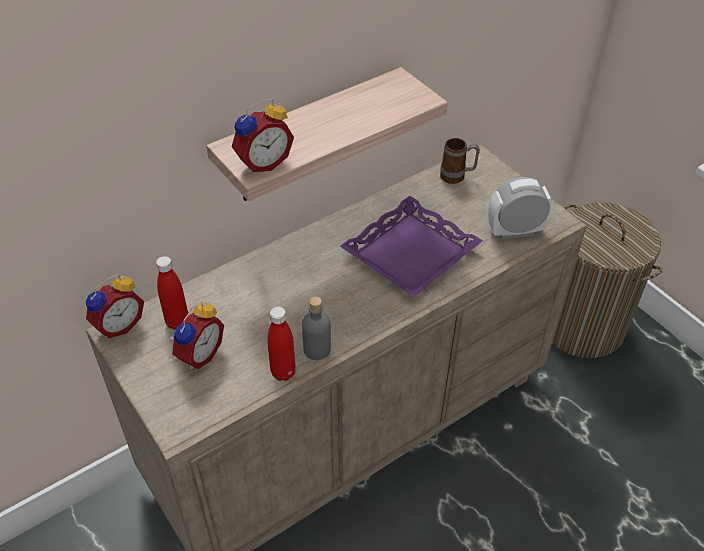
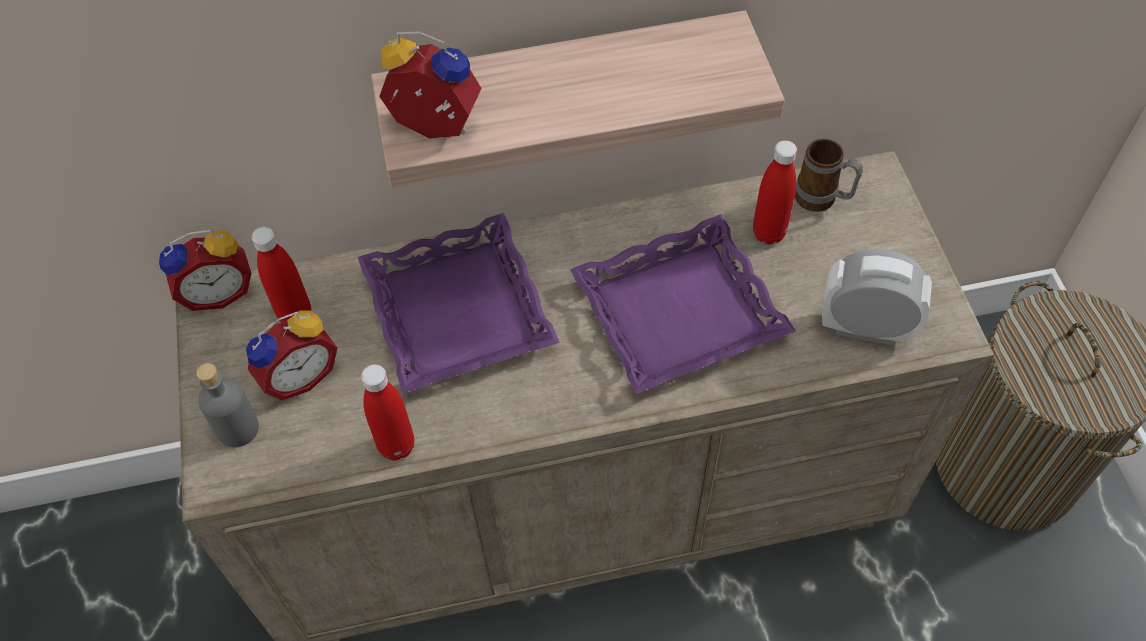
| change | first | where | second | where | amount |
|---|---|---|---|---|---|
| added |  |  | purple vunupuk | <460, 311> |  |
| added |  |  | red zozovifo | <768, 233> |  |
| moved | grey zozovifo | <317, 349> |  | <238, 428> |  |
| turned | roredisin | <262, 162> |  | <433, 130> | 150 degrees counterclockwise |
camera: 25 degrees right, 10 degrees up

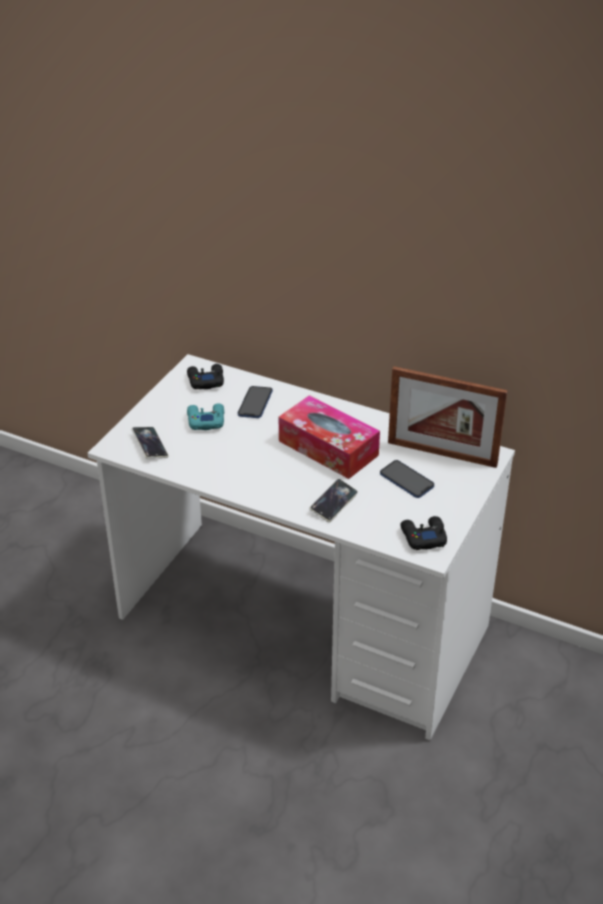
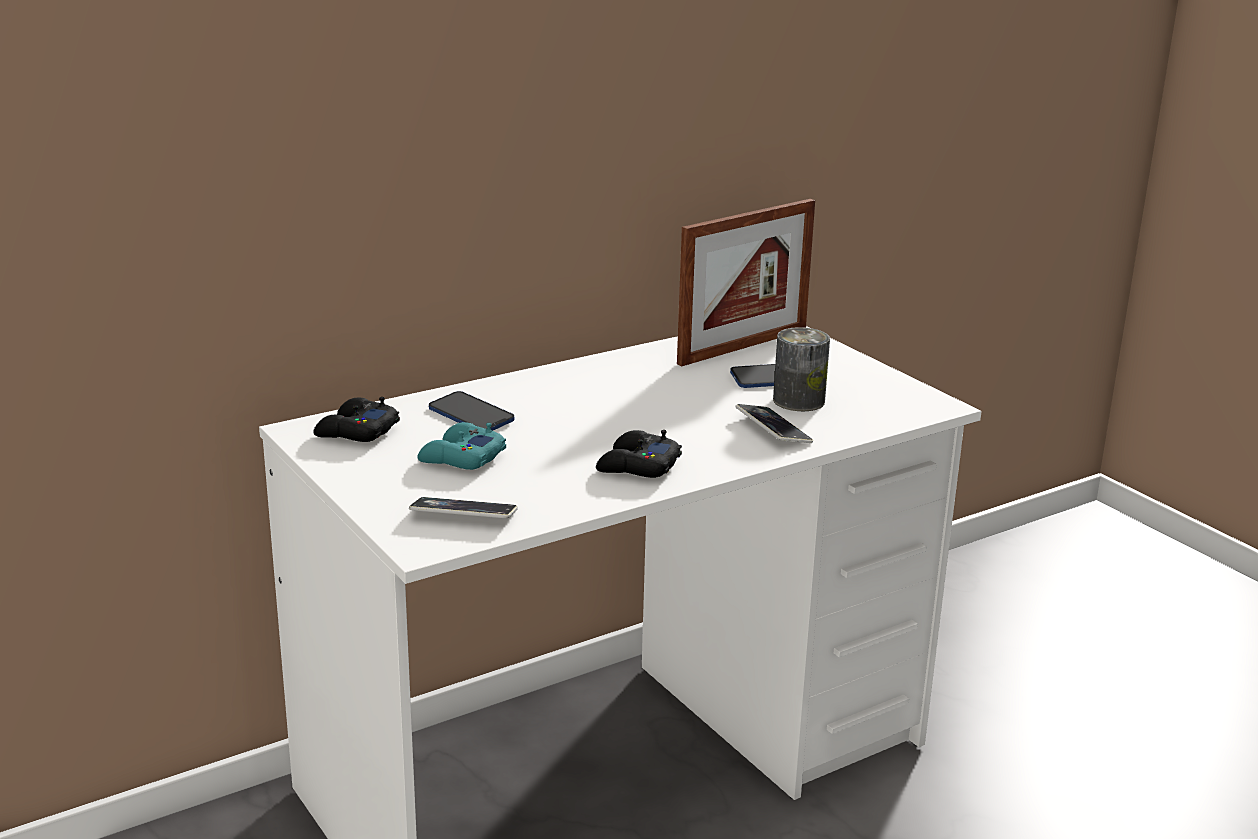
| change | first | where | second | where | amount |
|---|---|---|---|---|---|
| removed | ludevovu | <328, 448> |  |  |  |
| added |  |  | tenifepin | <798, 401> |  |
| moved | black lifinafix | <423, 537> |  | <637, 466> |  |
camera: 60 degrees left, 15 degrees down

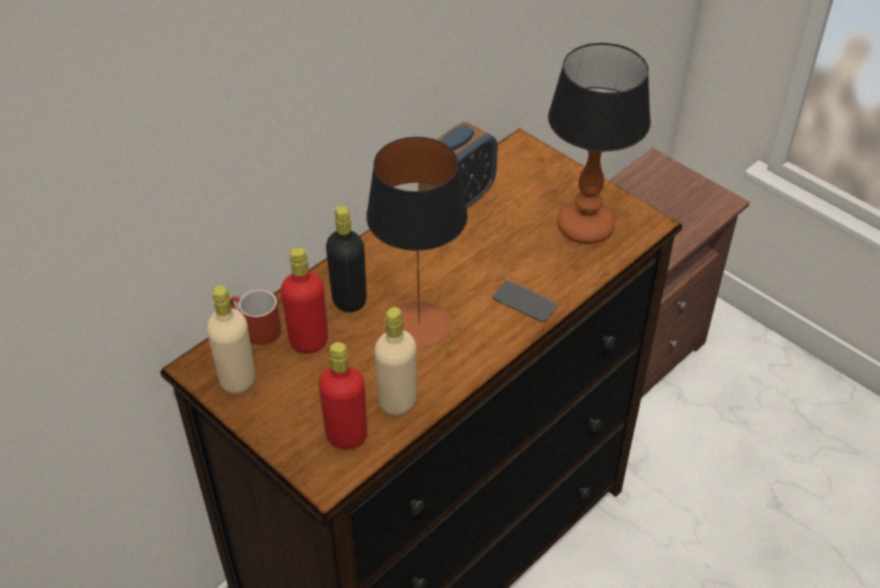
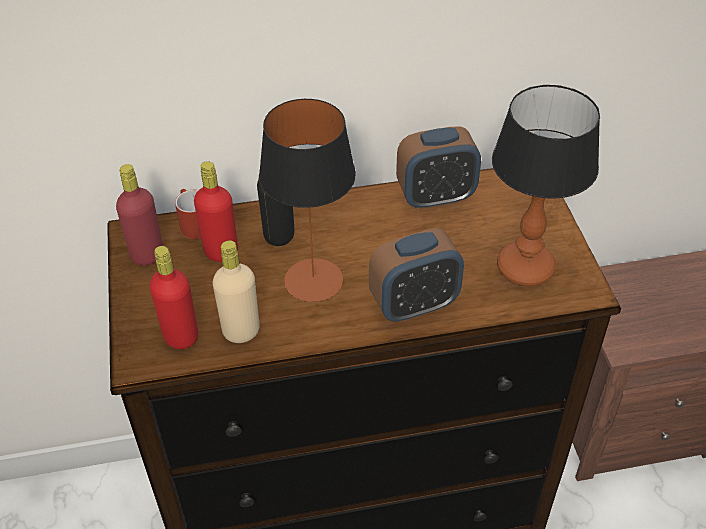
| change | first | where | second | where | amount |
|---|---|---|---|---|---|
| replaced | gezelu | <524, 302> | roredisin | <414, 305> |  |
| recoloured | beige zozovifo | <237, 380> | red zozovifo | <147, 255> |  |
camera: 35 degrees right, 0 degrees up

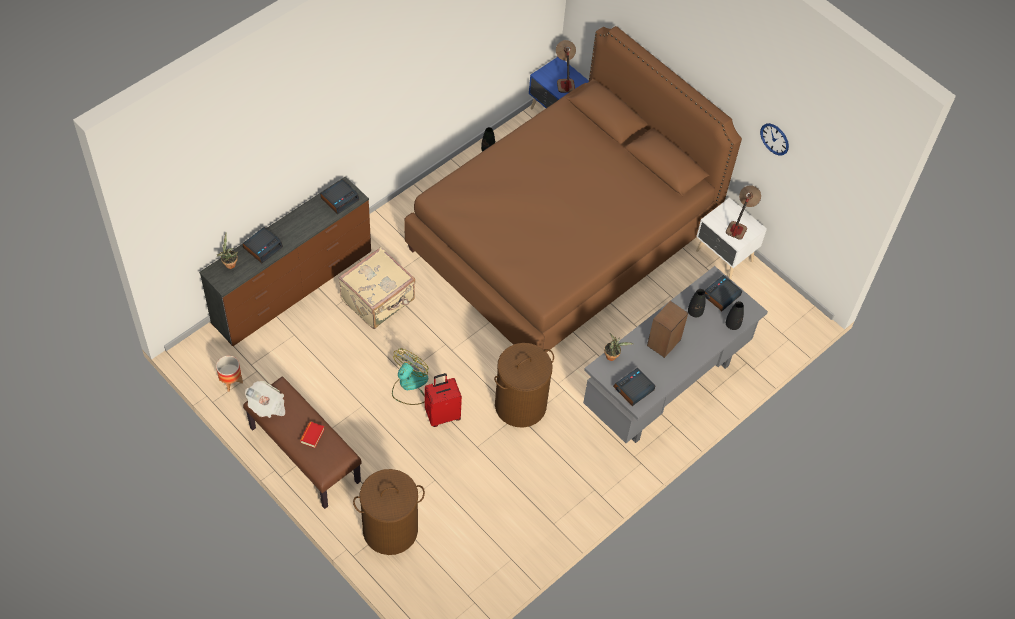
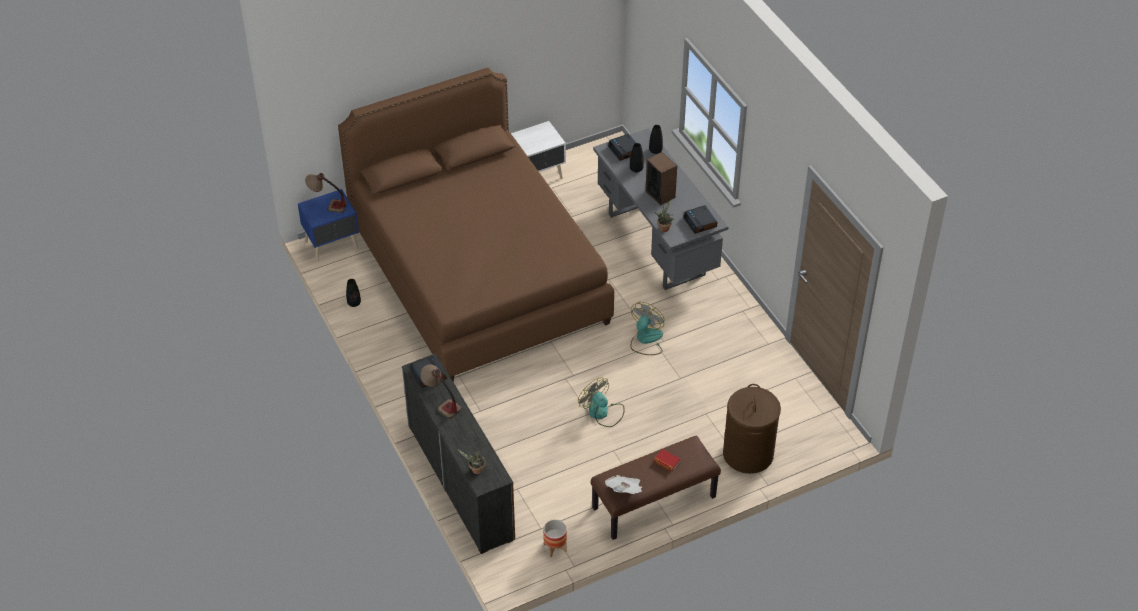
| change | first | where | second | where | amount |
|---|---|---|---|---|---|
| removed | roredisin | <263, 247> |  |  |  |
| removed | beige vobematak | <379, 300> |  |  |  |
| removed | red vobematak | <442, 415> |  |  |  |
| removed | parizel | <774, 139> |  |  |  |
| moved | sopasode | <740, 223> |  | <441, 403> |  |
| replaced | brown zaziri | <520, 405> | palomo | <646, 340> |  |
camera: 70 degrees left, 10 degrees down

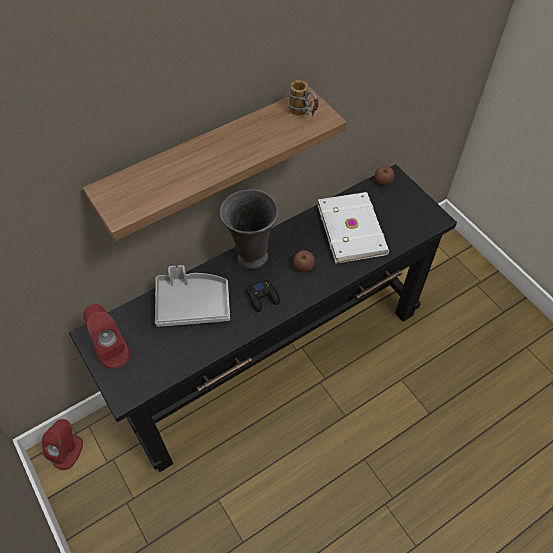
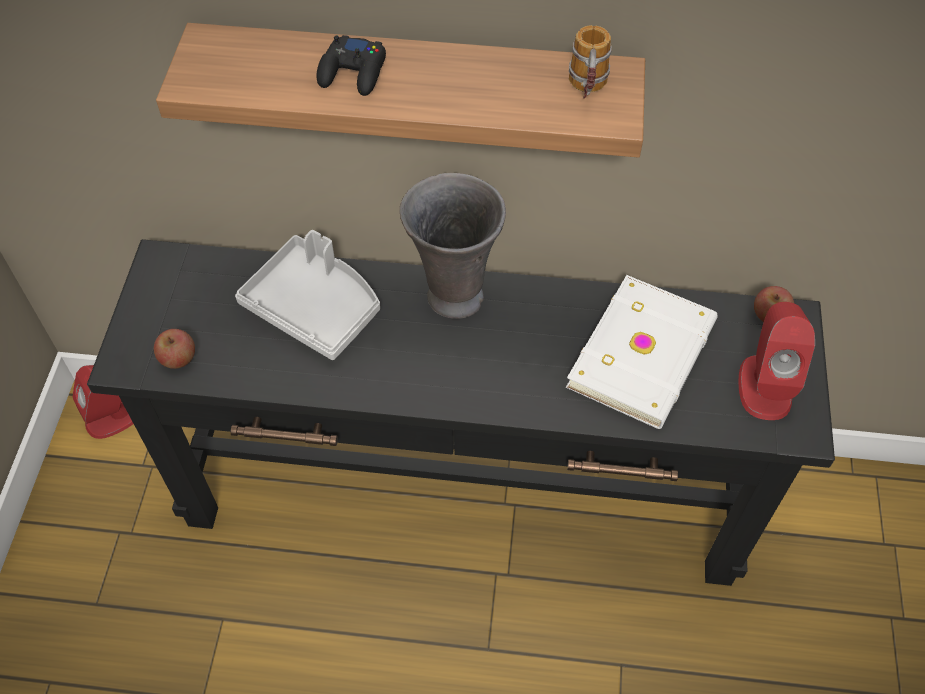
| change | first | where | second | where | amount |
|---|---|---|---|---|---|
| moved | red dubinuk | <111, 348> |  | <765, 385> |  |
| moved | black lifinafix | <263, 297> |  | <353, 73> |  |
| moved | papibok | <303, 266> |  | <178, 358> |  |
camera: 40 degrees right, 0 degrees up

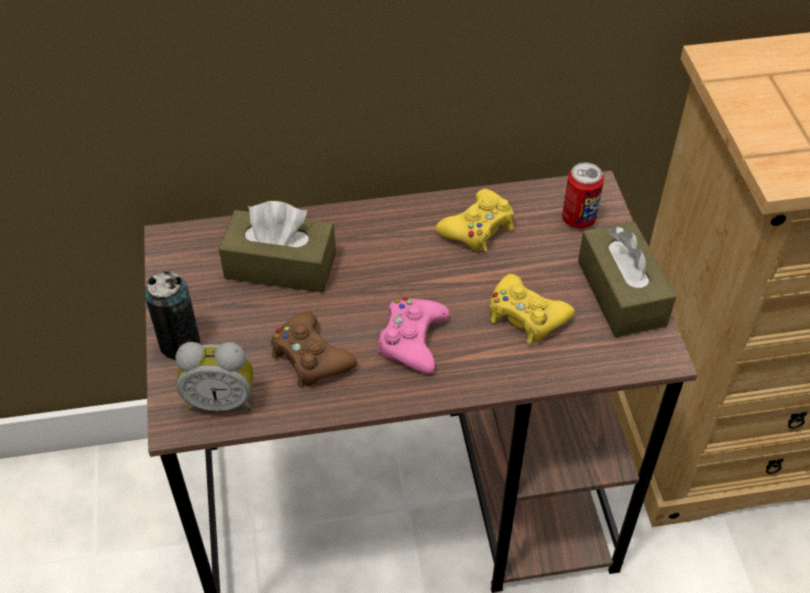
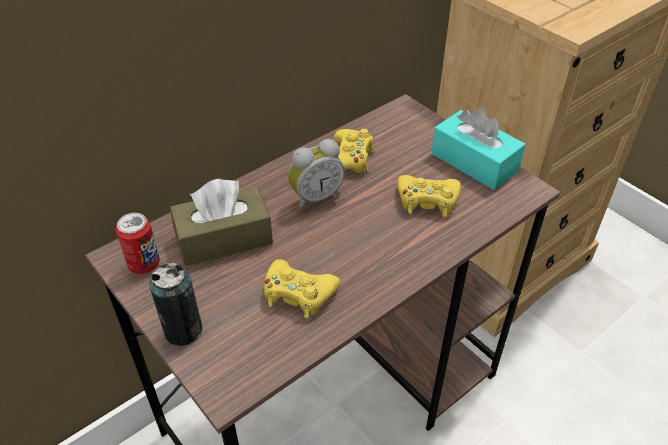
| change | first | where | second | where | amount |
|---|---|---|---|---|---|
| removed | pink lifinafix | <412, 341> |  |  |  |
| moved | roredisin | <221, 400> |  | <315, 197> |  |
| moved | tenifepin | <578, 219> |  | <144, 264> |  |
| recoloured | brown lifinafix | <310, 358> | yellow lifinafix | <298, 294> |  |
| recoloured | brown ludevovu | <621, 293> | turquoise ludevovu | <474, 162> |  |
camera: 30 degrees left, 5 degrees down

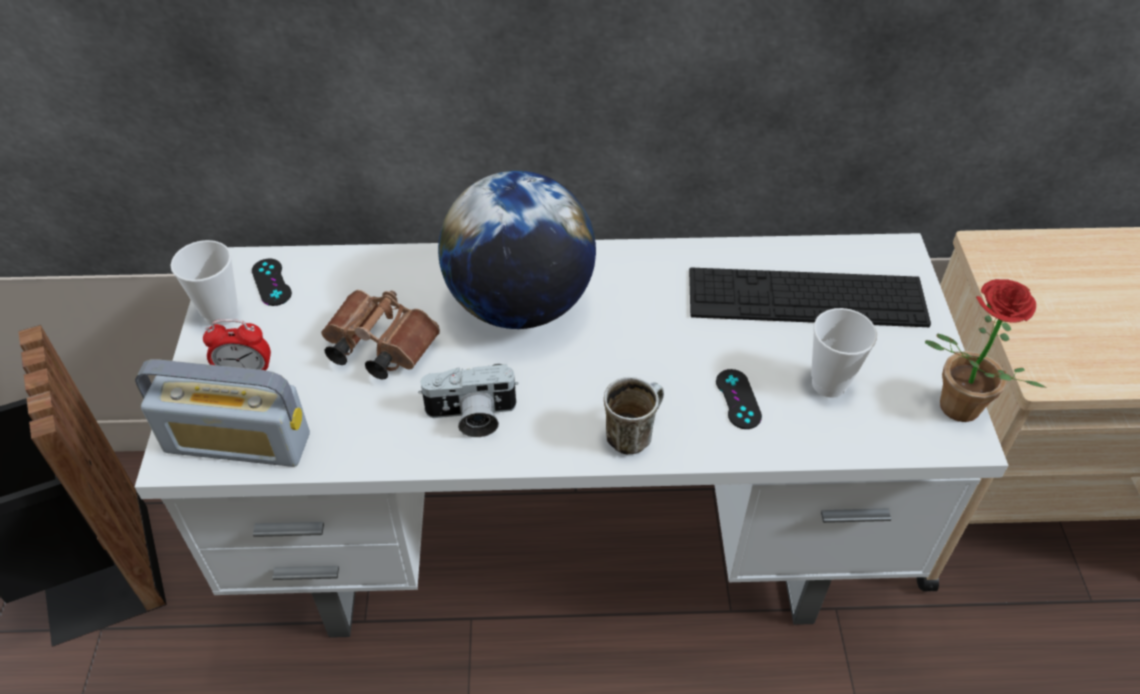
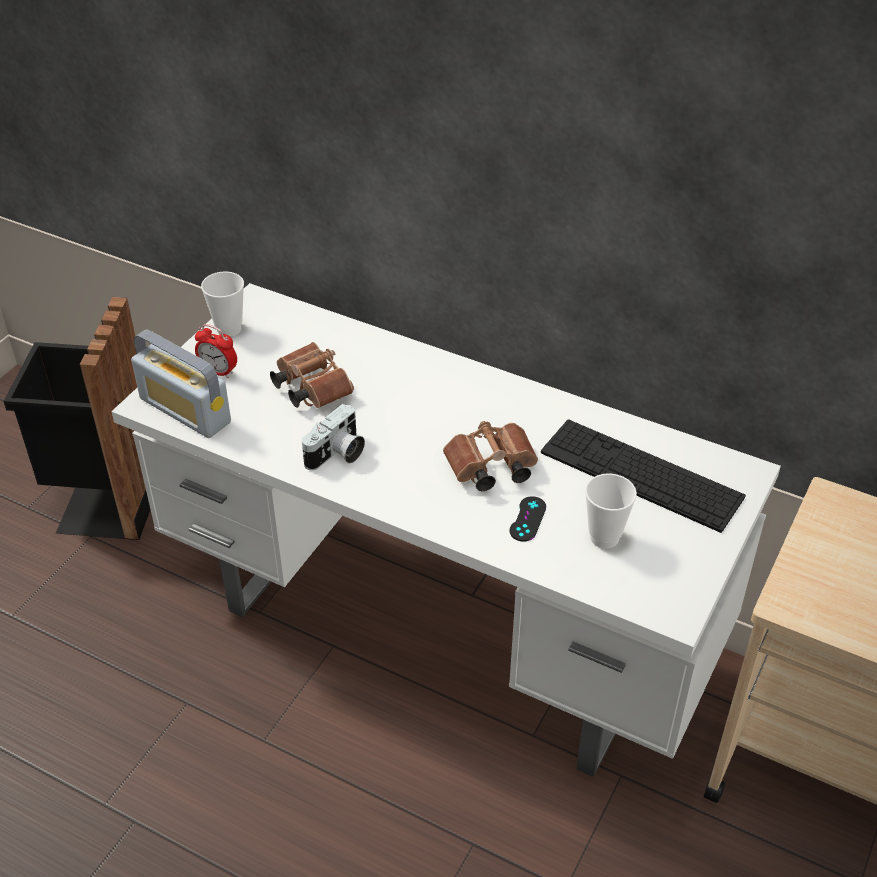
| change | first | where | second | where | amount |
|---|---|---|---|---|---|
| removed | black lifinafix | <271, 282> |  |  |  |
| removed | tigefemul | <520, 305> |  |  |  |
| removed | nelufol | <632, 433> |  |  |  |
| removed | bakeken | <952, 410> |  |  |  |
| added |  |  | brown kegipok | <489, 469> |  |
| turned | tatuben | <471, 417> |  | <337, 454> | 75 degrees counterclockwise |
camera: 30 degrees right, 5 degrees down

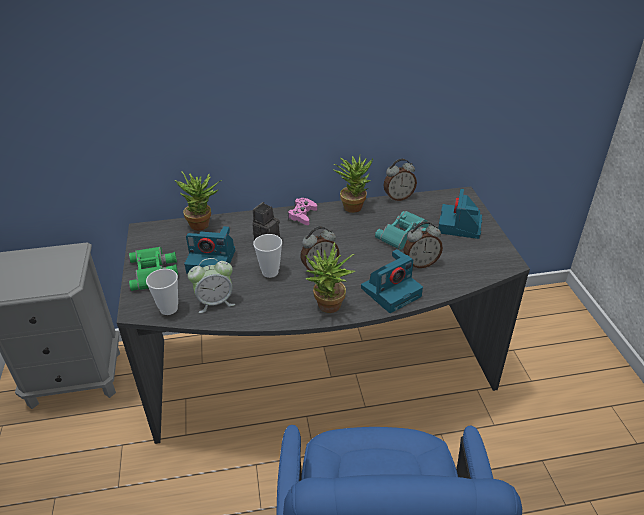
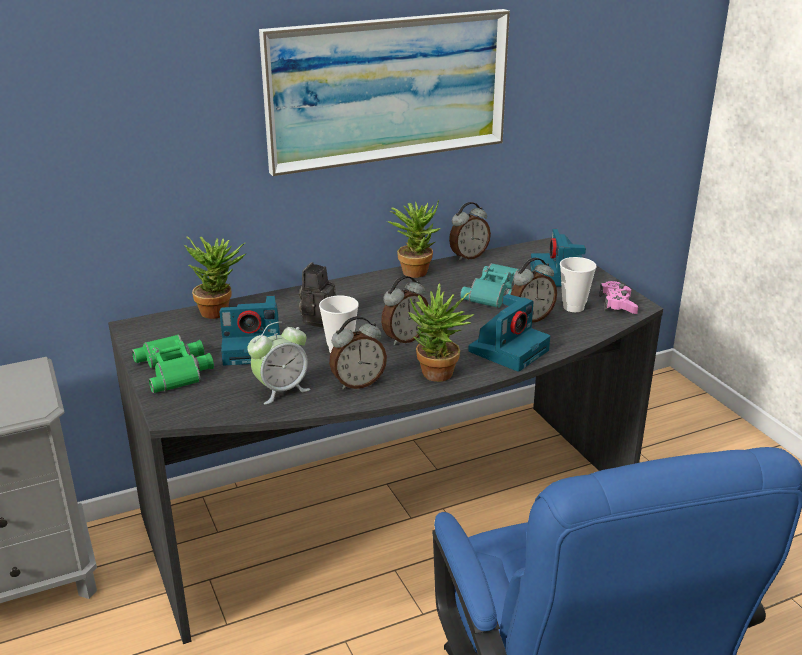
| change | first | where | second | where | amount |
|---|---|---|---|---|---|
| added |  |  | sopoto | <388, 89> |  |
| added |  |  | roredisin | <358, 383> |  |
| moved | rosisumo | <168, 309> |  | <573, 307> |  |
| moved | pink lifinafix | <302, 215> |  | <617, 304> |  |
camera: 15 degrees left, 10 degrees down

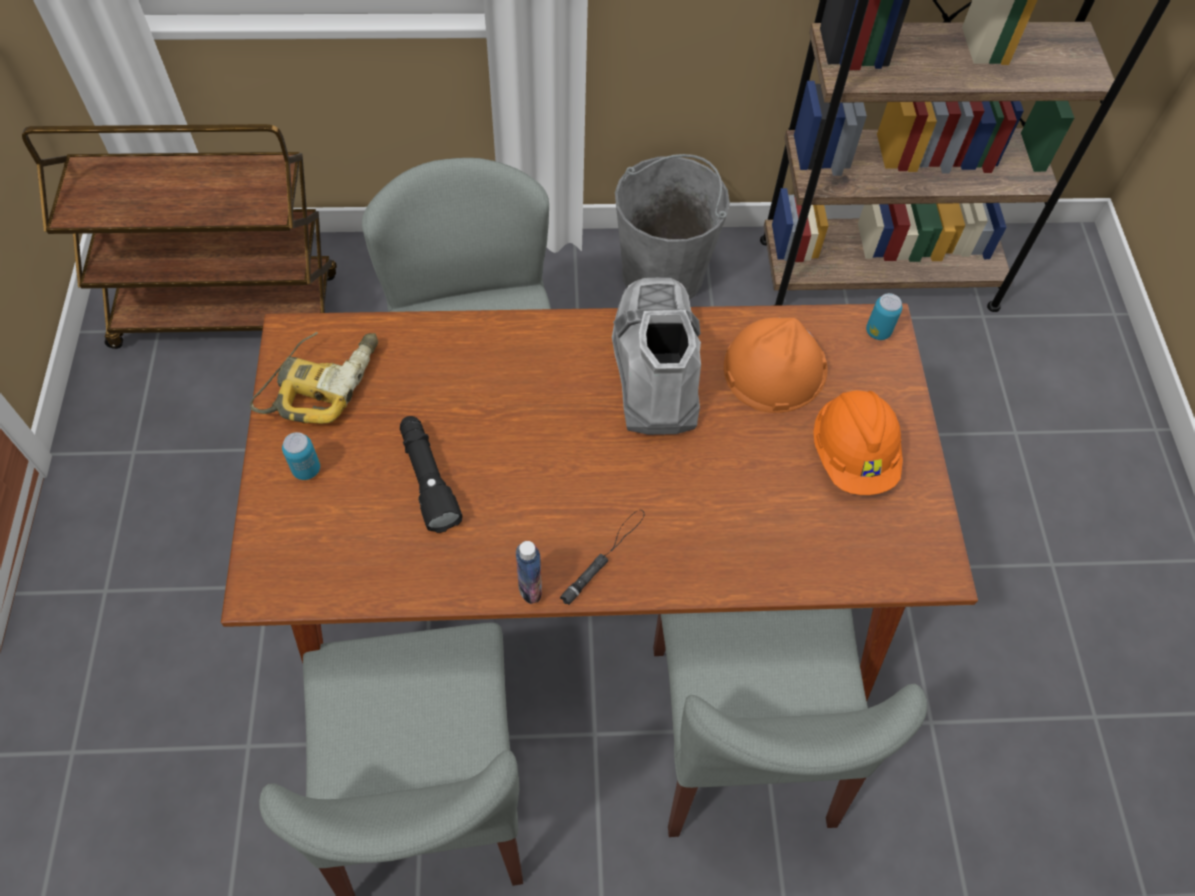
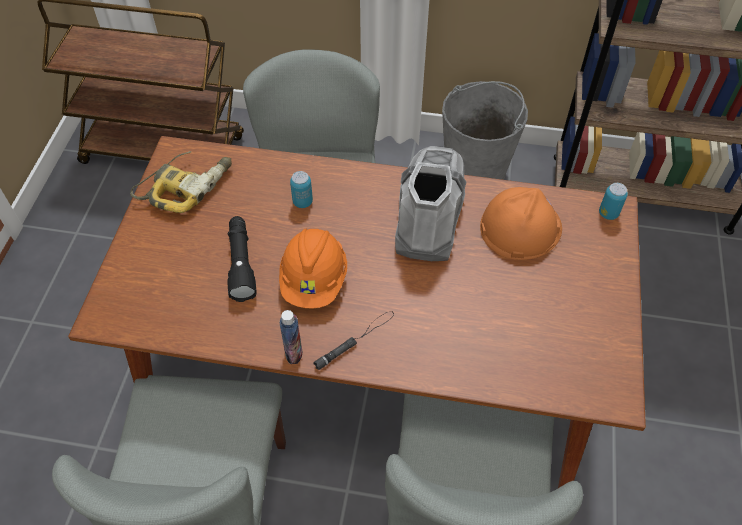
| change | first | where | second | where | amount |
|---|---|---|---|---|---|
| moved | tenifepin | <306, 469> |  | <302, 202> |  |
| moved | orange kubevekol | <852, 456> |  | <314, 280> |  |
camera: 15 degrees right, 5 degrees down

